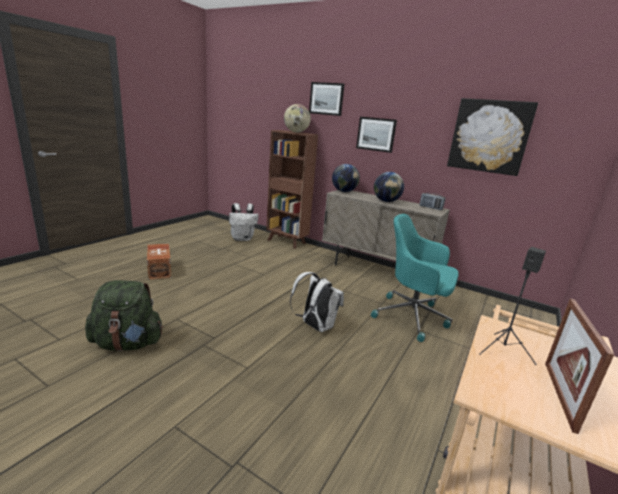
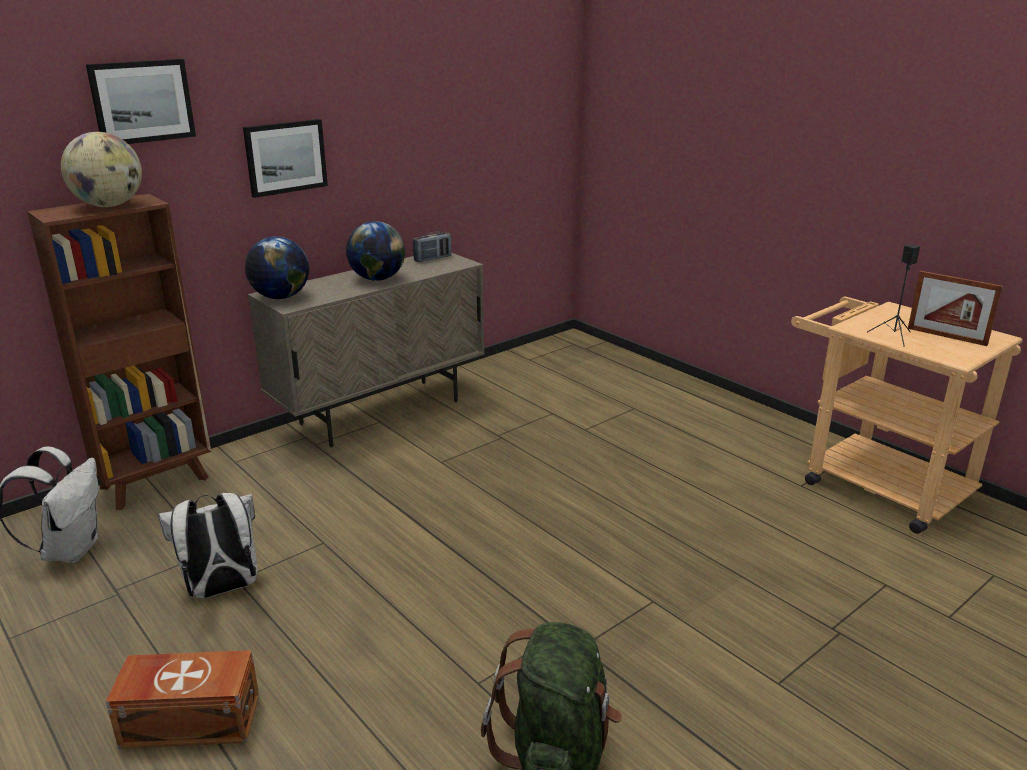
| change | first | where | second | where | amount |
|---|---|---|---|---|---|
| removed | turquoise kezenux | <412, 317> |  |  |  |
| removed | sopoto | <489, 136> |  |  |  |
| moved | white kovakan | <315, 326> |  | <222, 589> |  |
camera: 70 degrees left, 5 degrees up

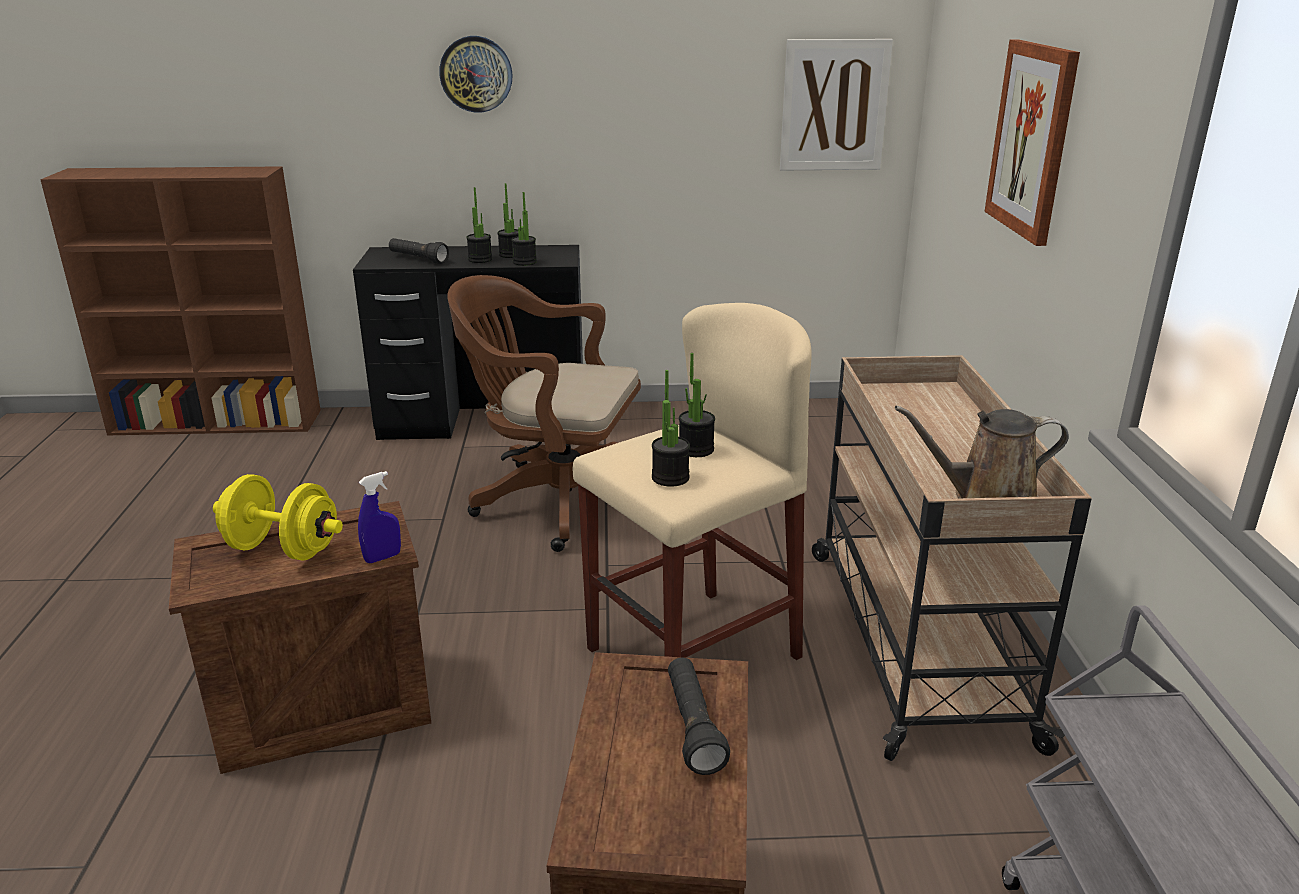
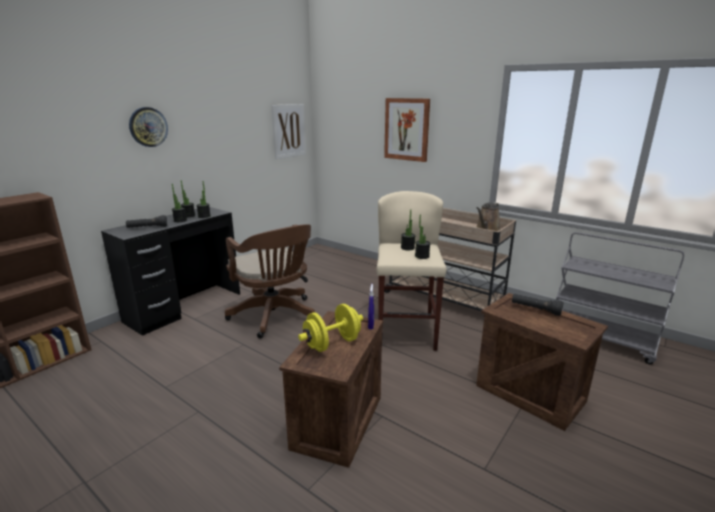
| change | first | where | second | where | amount |
|---|---|---|---|---|---|
| turned | brown kezenux | <555, 501> |  | <275, 317> | 90 degrees counterclockwise |
camera: 50 degrees left, 5 degrees down

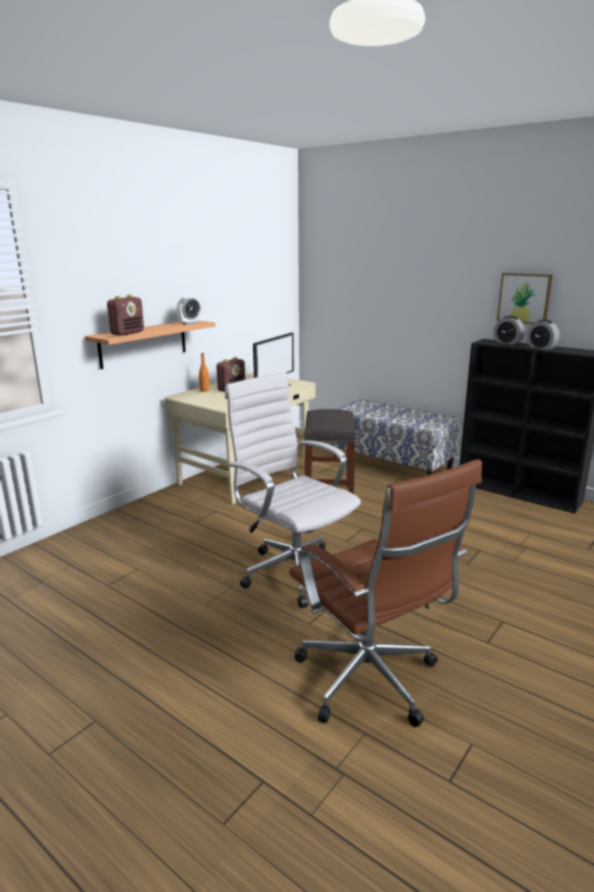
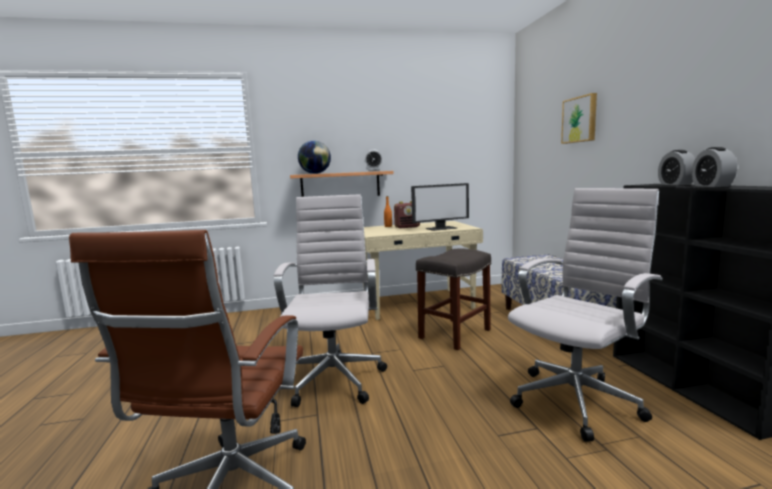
| change | first | where | second | where | amount |
|---|---|---|---|---|---|
| added |  |  | white kezenux | <578, 399> |  |
| moved | sopoto | <524, 298> |  | <580, 119> |  |
| replaced | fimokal | <127, 333> | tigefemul | <315, 173> |  |
camera: 40 degrees right, 10 degrees down

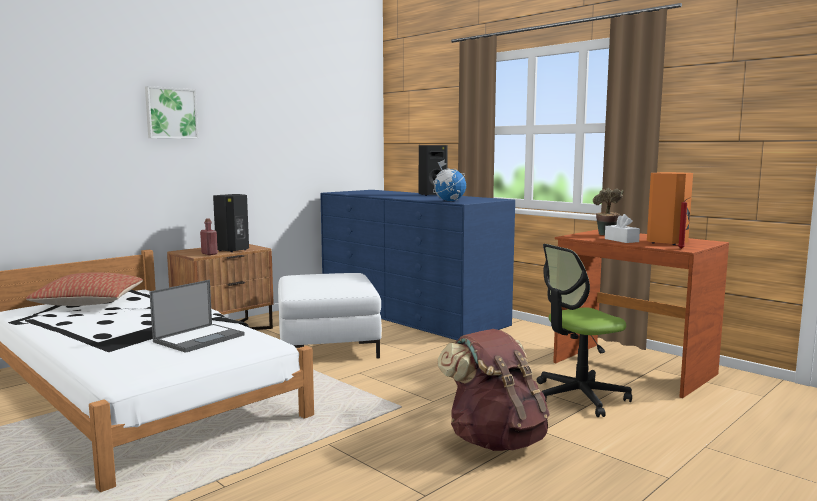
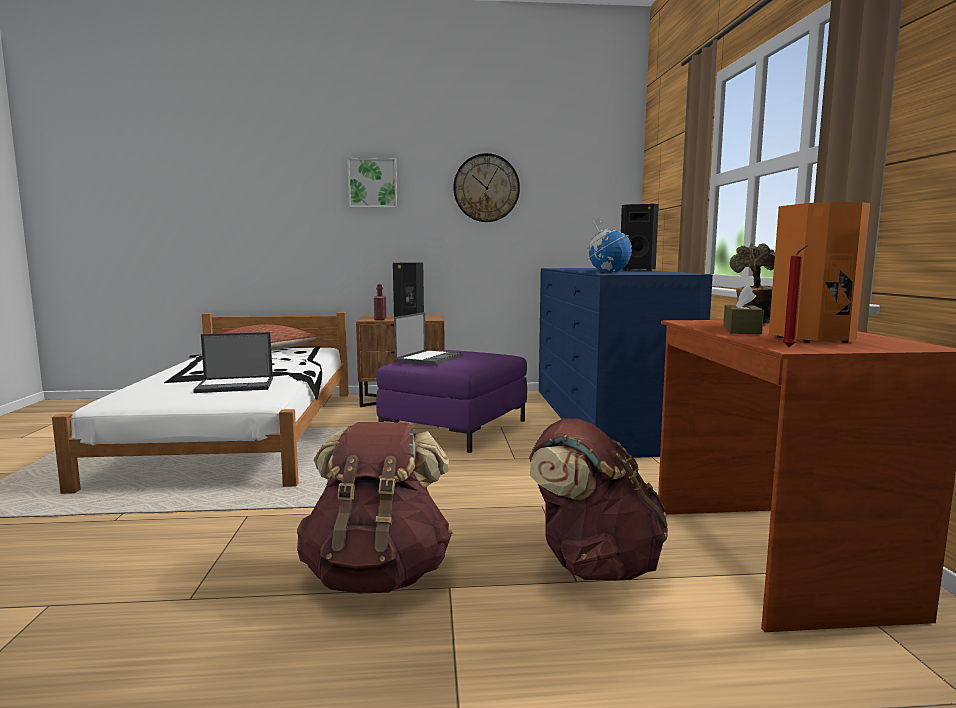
| change | first | where | second | where | amount |
|---|---|---|---|---|---|
| added |  |  | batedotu | <429, 358> |  |
| added |  |  | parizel | <486, 188> |  |
| replaced | kezenux | <578, 397> | brown kovakan | <593, 566> |  |
| recoloured | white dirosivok | <327, 344> | purple dirosivok | <455, 428> |  |
| recoloured | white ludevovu | <621, 240> | brown ludevovu | <741, 330> |  |
camera: 40 degrees right, 0 degrees up

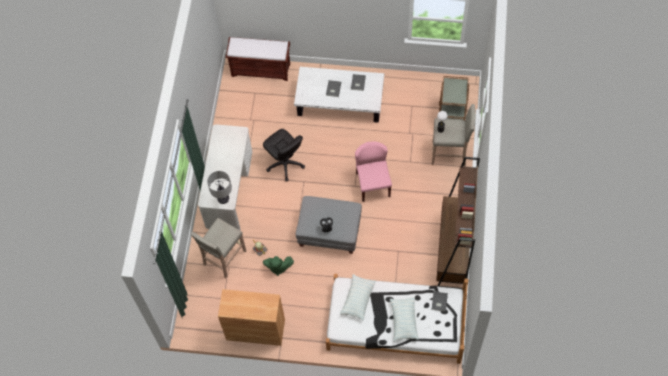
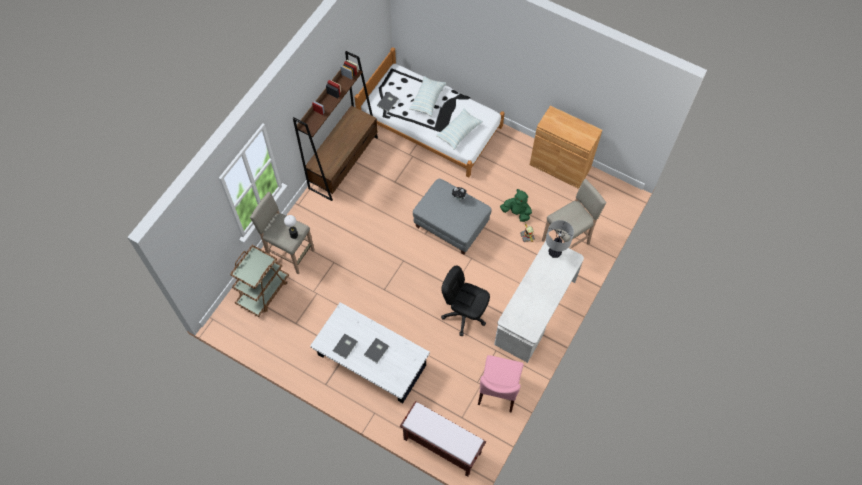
| change | first | where | second | where | amount |
|---|---|---|---|---|---|
| moved | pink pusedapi | <372, 184> |  | <498, 390> |  |
| turned | black kezenux | <285, 164> |  | <464, 314> | 45 degrees counterclockwise |
camera: 160 degrees left, 0 degrees up

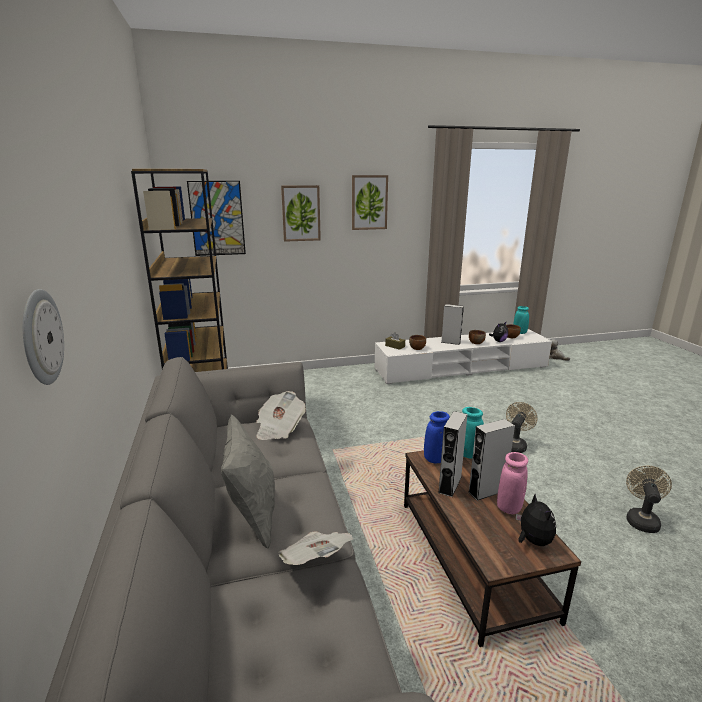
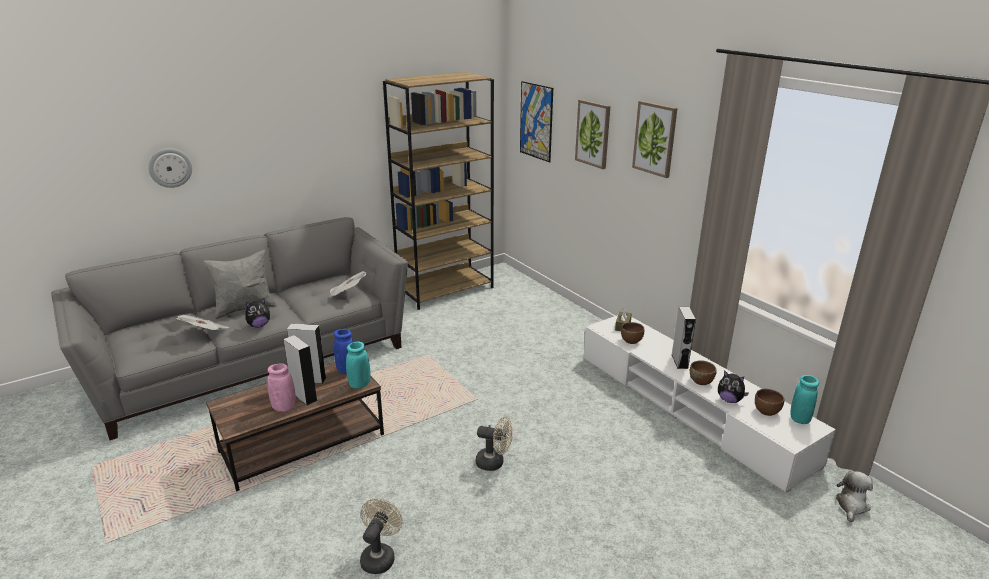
| change | first | where | second | where | amount |
|---|---|---|---|---|---|
| moved | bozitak | <532, 541> |  | <259, 325> |  |
| turned | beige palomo | <641, 519> |  | <380, 556> | 75 degrees counterclockwise |
camera: 70 degrees right, 5 degrees up

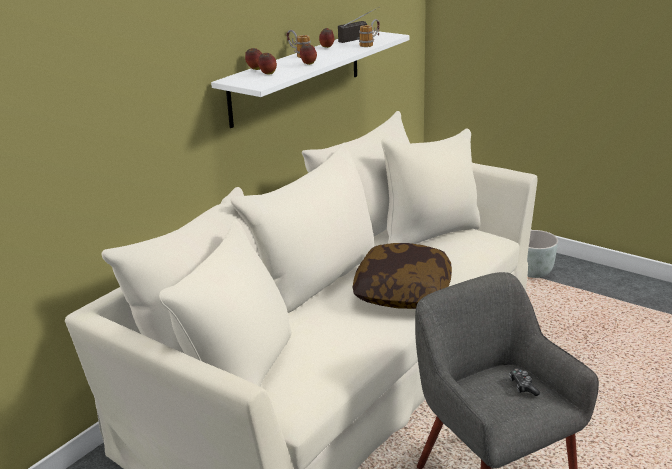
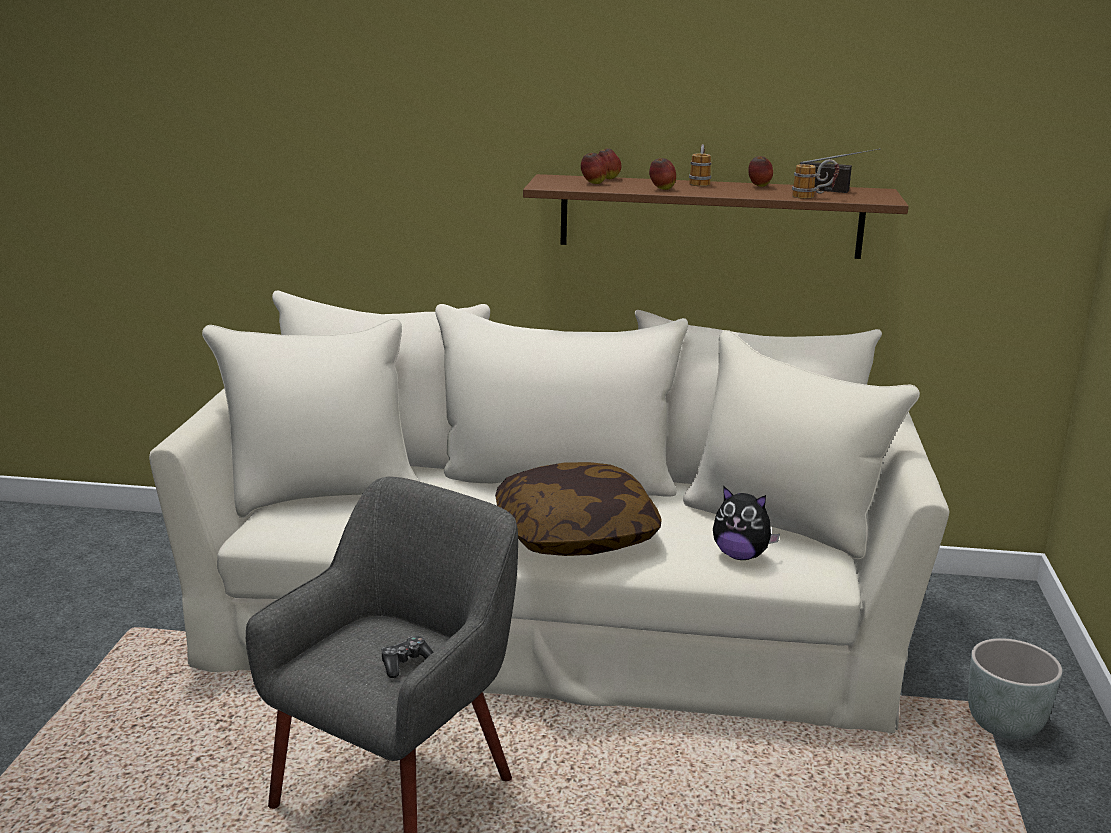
| change | first | where | second | where | amount |
|---|---|---|---|---|---|
| added |  |  | bozitak | <741, 556> |  |
| recoloured | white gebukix | <297, 76> | brown gebukix | <710, 216> |  |
camera: 60 degrees right, 5 degrees down

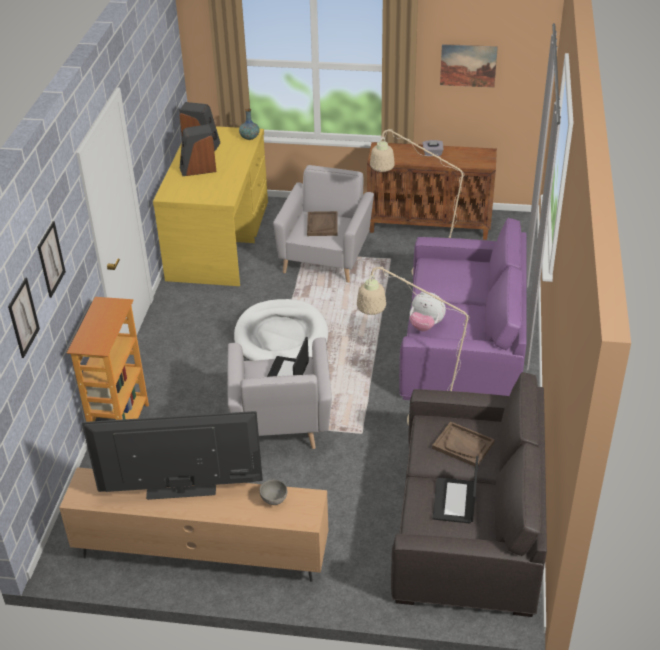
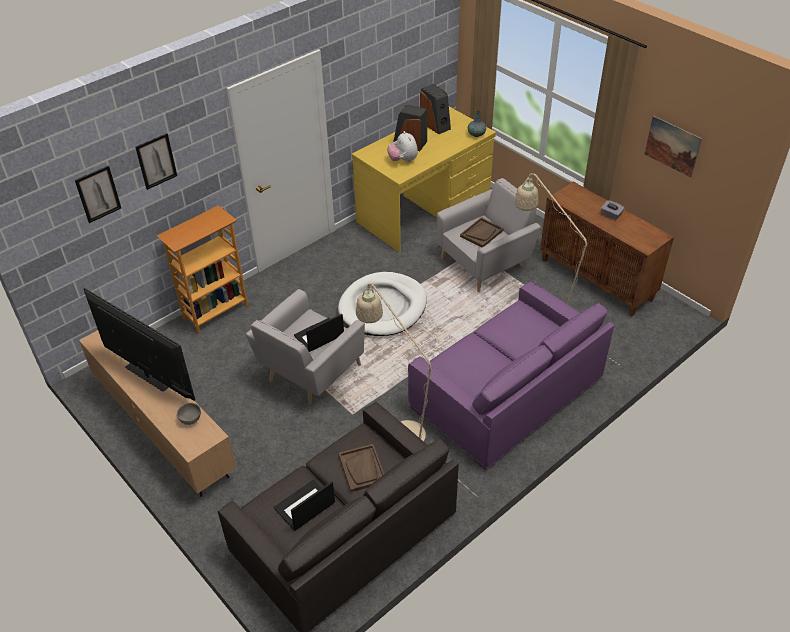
| change | first | where | second | where | amount |
|---|---|---|---|---|---|
| moved | bozitak | <426, 326> |  | <403, 160> |  |
camera: 40 degrees right, 5 degrees up

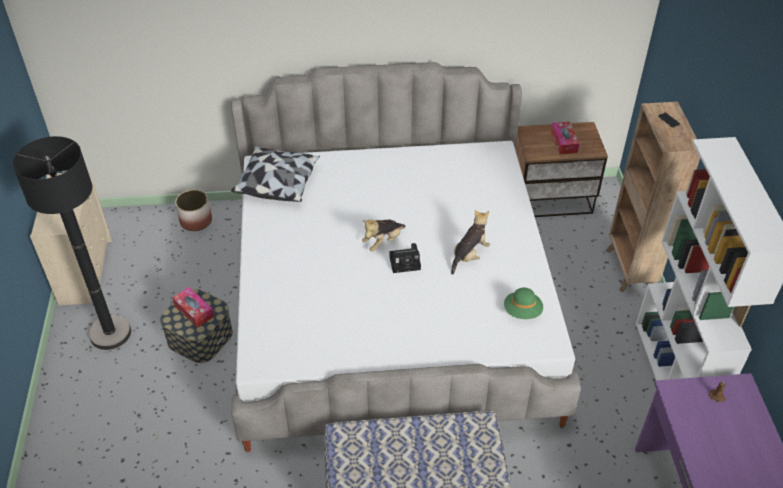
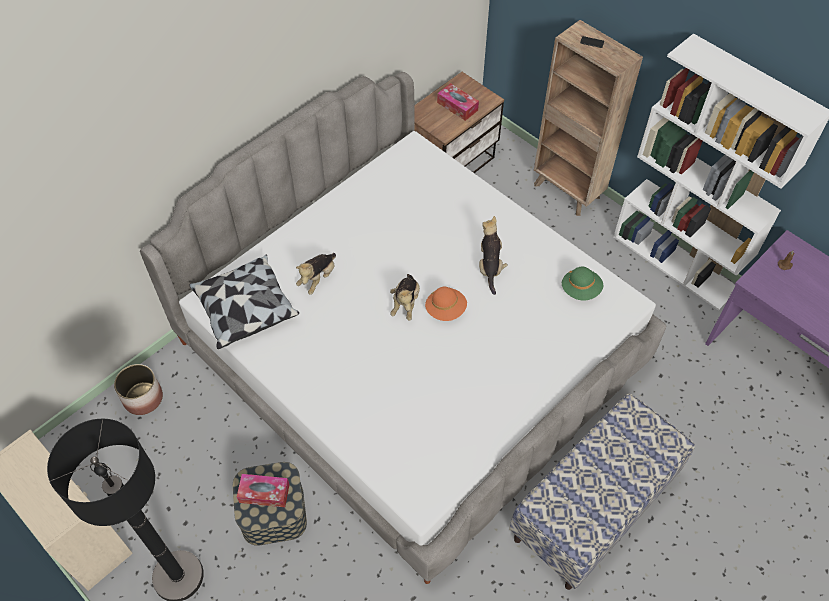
| change | first | where | second | where | amount |
|---|---|---|---|---|---|
| added |  |  | bozitak | <318, 278> |  |
| replaced | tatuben | <406, 262> | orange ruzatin | <446, 310> |  |
camera: 40 degrees left, 10 degrees up

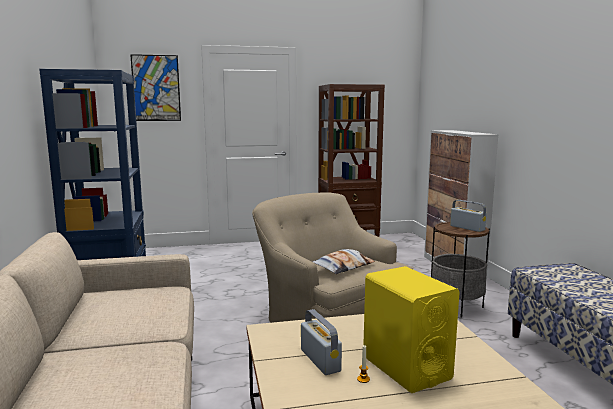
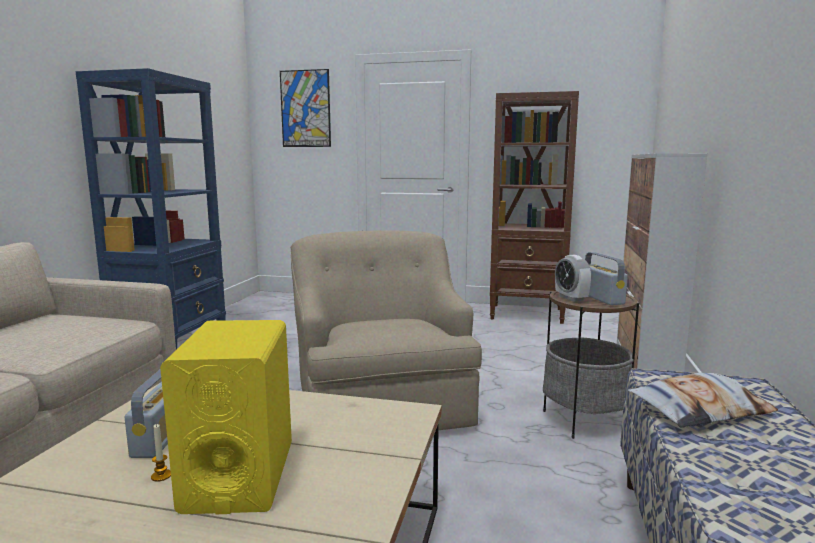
| change | first | where | second | where | amount |
|---|---|---|---|---|---|
| added |  |  | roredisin | <571, 298> |  |
| moved | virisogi | <343, 266> |  | <699, 409> |  |
camera: 25 degrees right, 0 degrees up

